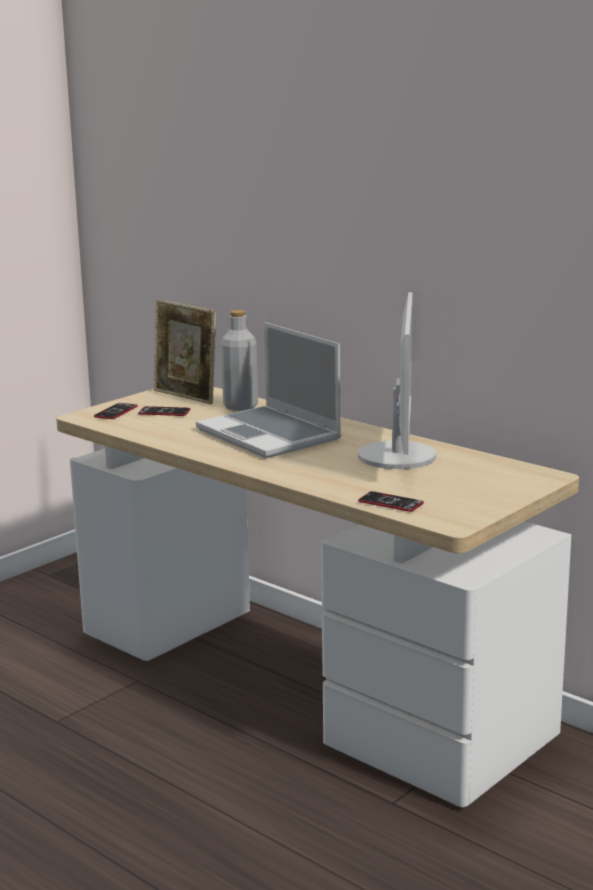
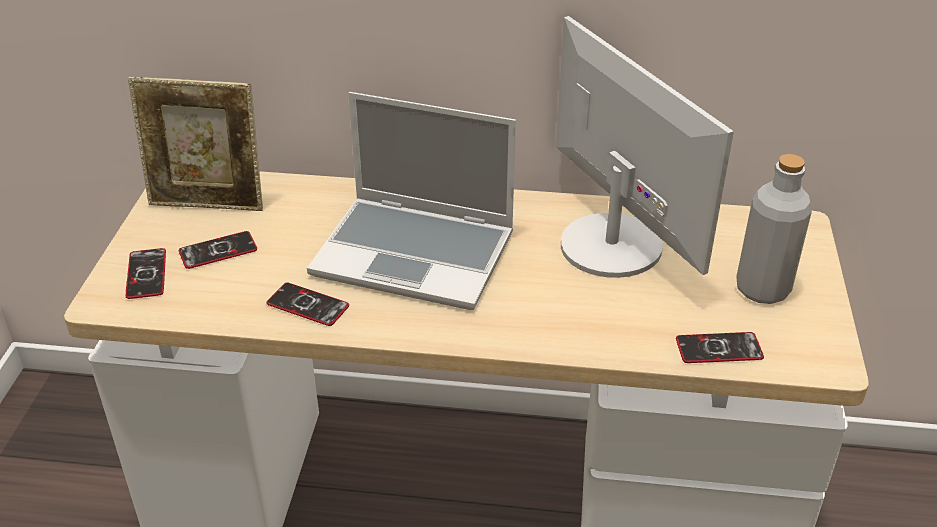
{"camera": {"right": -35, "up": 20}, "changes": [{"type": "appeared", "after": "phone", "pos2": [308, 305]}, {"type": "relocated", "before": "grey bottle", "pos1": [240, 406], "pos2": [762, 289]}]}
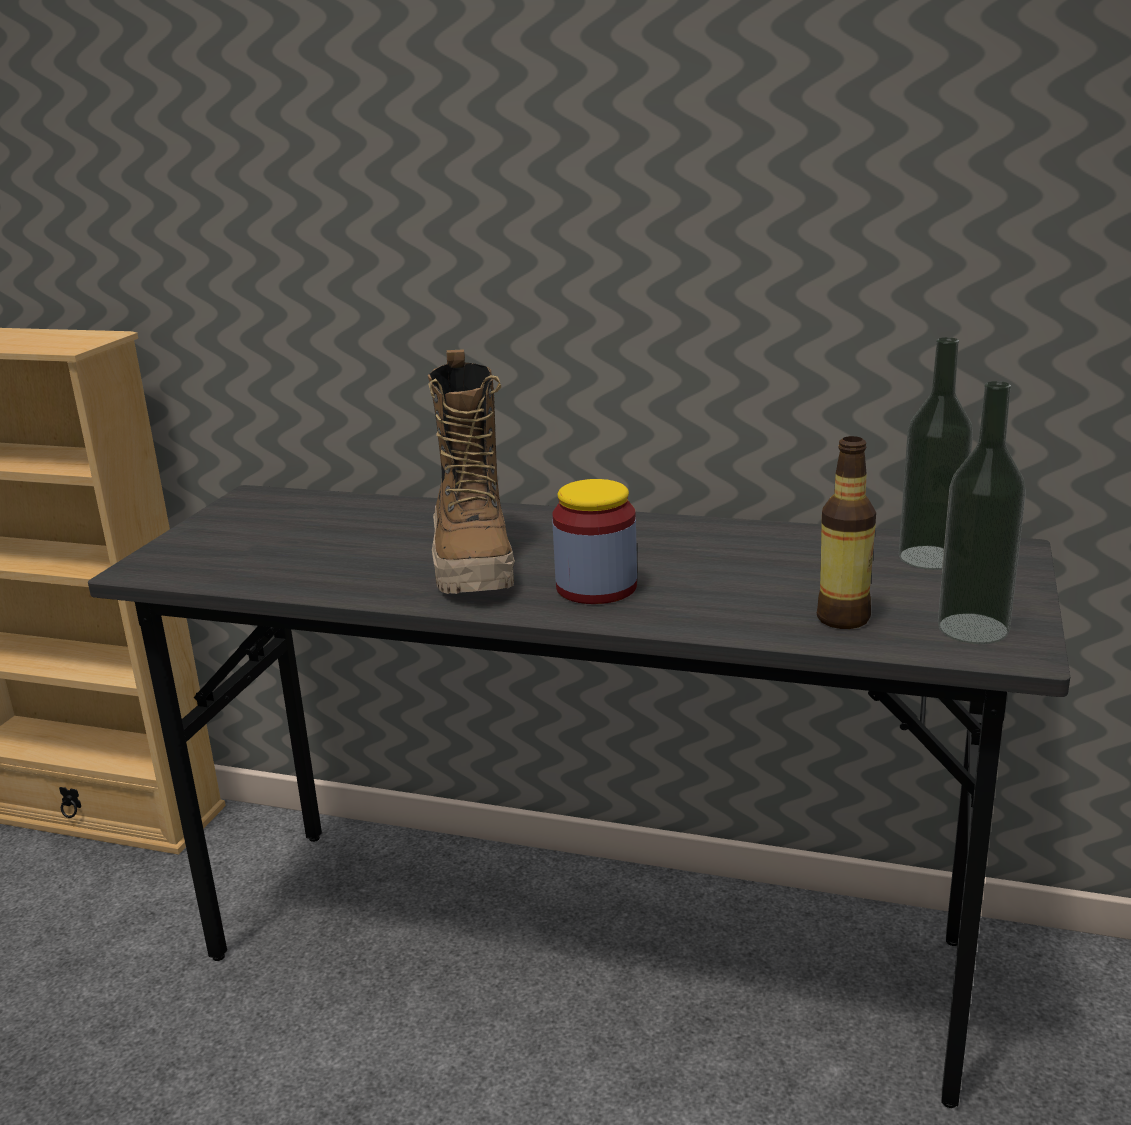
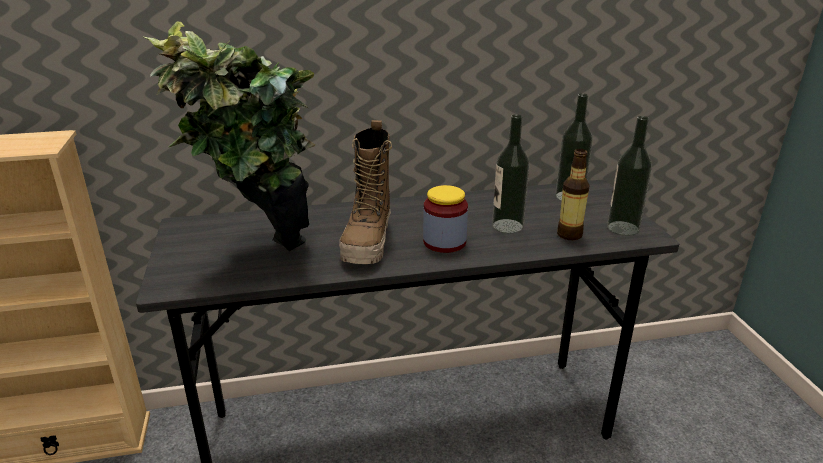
{"camera": {"right": -30, "up": 5}, "changes": [{"type": "appeared", "after": "potted plant", "pos2": [262, 259]}, {"type": "spun", "before": "boot", "pos1": [474, 566], "pos2": [368, 243], "turn": 45}, {"type": "appeared", "after": "bottle", "pos2": [507, 226]}]}
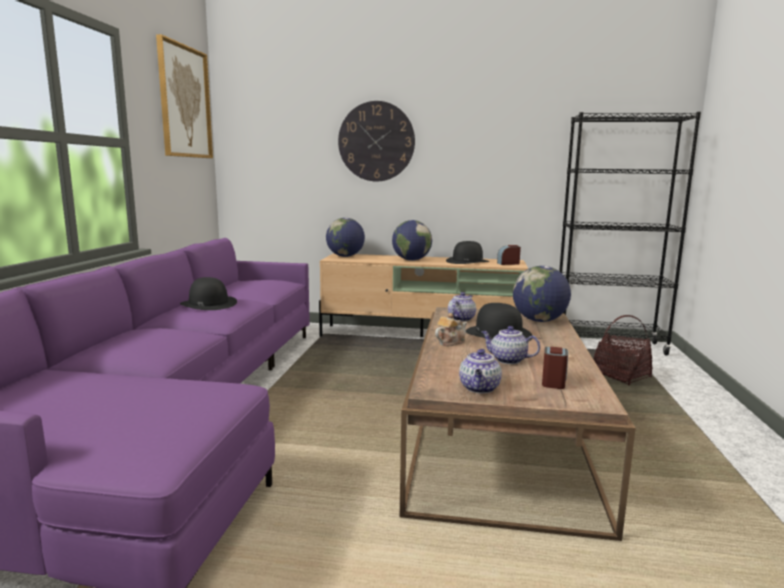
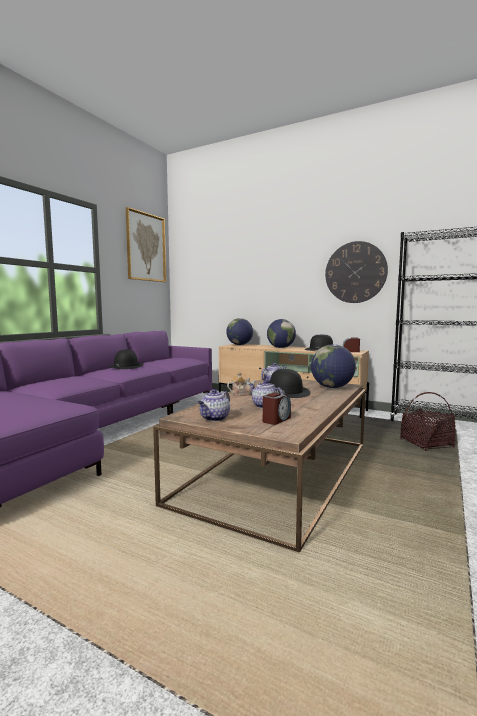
{"camera": {"right": 20, "up": -5}, "changes": [{"type": "relocated", "before": "wall clock", "pos1": [376, 141], "pos2": [355, 272]}]}
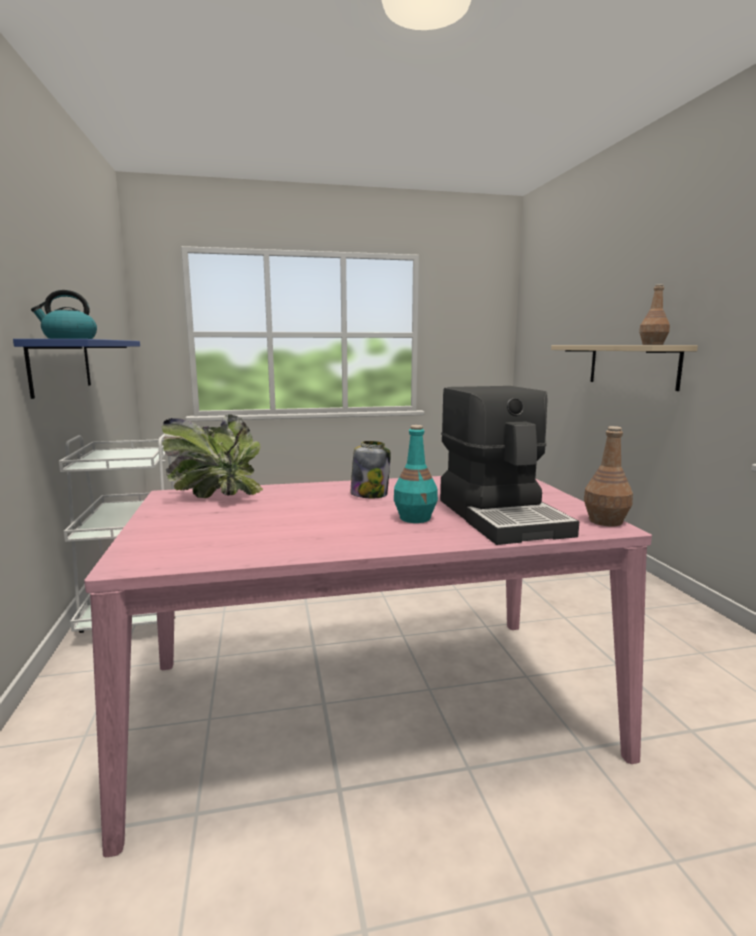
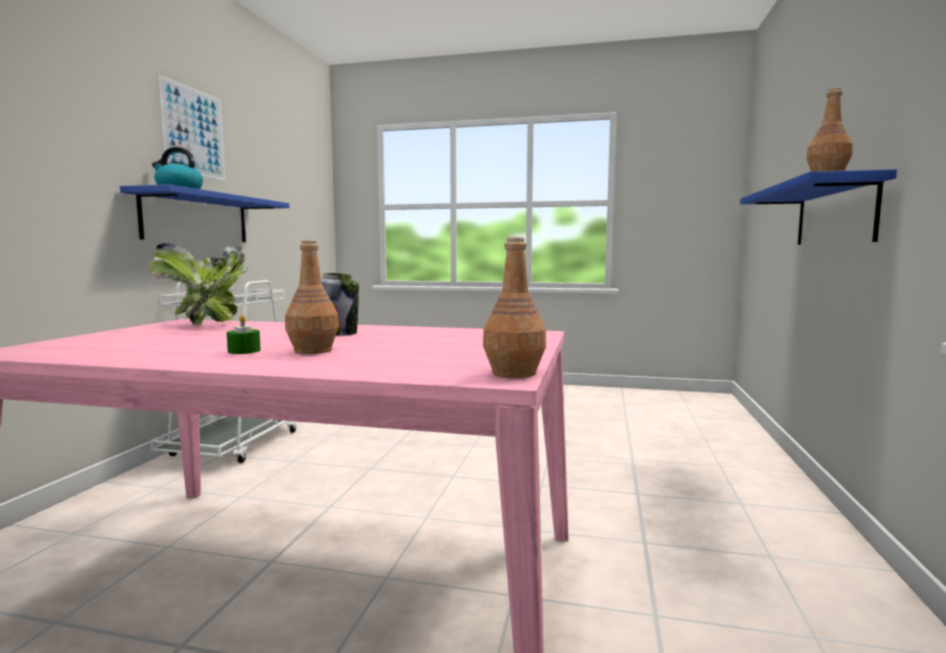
{"camera": {"right": 25, "up": -5}, "changes": [{"type": "appeared", "after": "picture", "pos2": [193, 132]}, {"type": "appeared", "after": "green candle", "pos2": [244, 351]}, {"type": "colour", "before": "turquoise bottle", "after": "brown bottle", "pos1": [415, 518], "pos2": [313, 350]}, {"type": "colour", "before": "beige shelf", "after": "blue shelf", "pos1": [632, 365], "pos2": [834, 214]}, {"type": "missing", "before": "coffee machine", "pos1": [502, 516]}]}
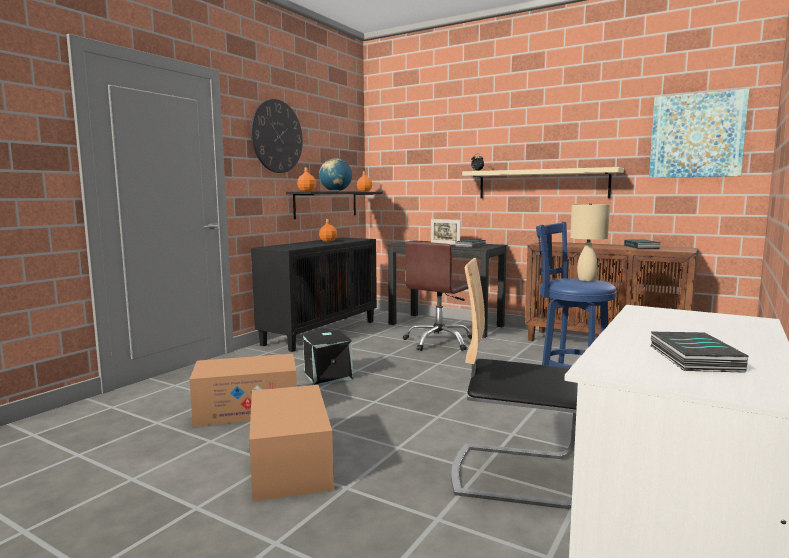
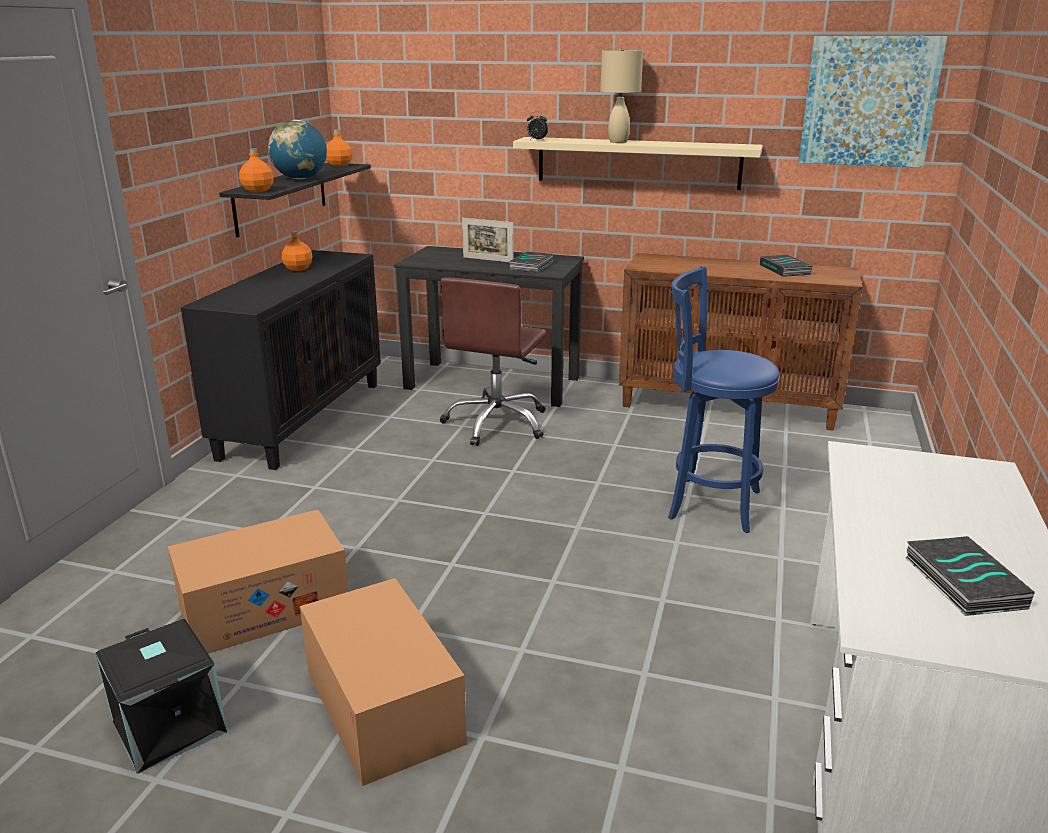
{"camera": {"right": -15, "up": 15}, "changes": [{"type": "relocated", "before": "black storage box", "pos1": [329, 375], "pos2": [171, 726]}, {"type": "relocated", "before": "beige table lamp", "pos1": [587, 279], "pos2": [619, 142]}, {"type": "missing", "before": "wall clock", "pos1": [277, 136]}, {"type": "missing", "before": "chair", "pos1": [516, 474]}]}
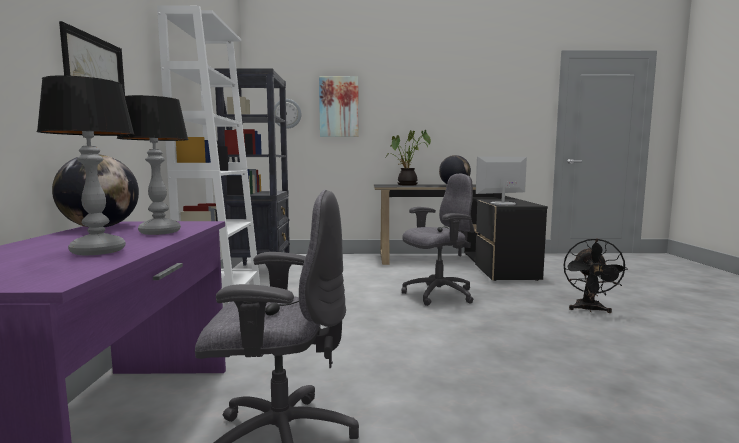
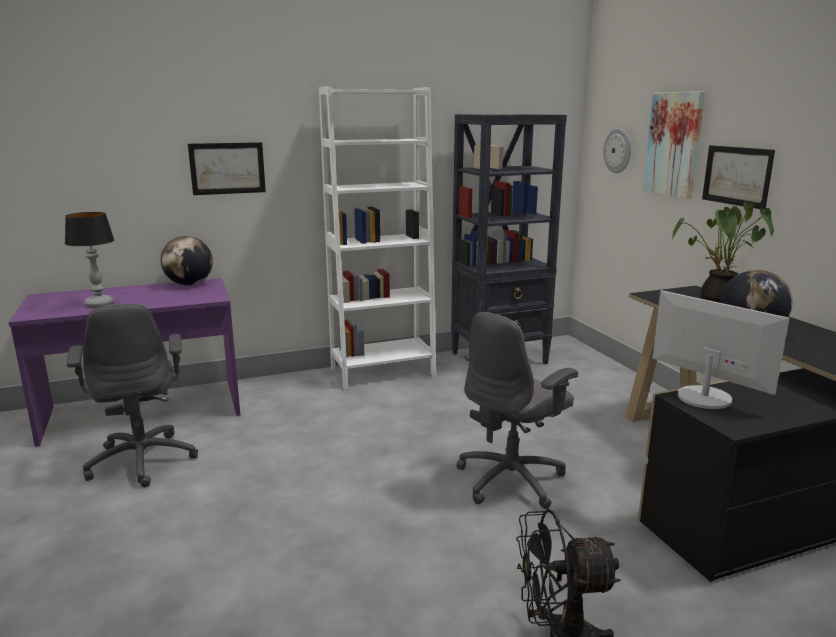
{"camera": {"right": 70, "up": 10}, "changes": [{"type": "spun", "before": "grey office chair", "pos1": [437, 295], "pos2": [512, 480], "turn": 90}, {"type": "appeared", "after": "picture", "pos2": [737, 176]}, {"type": "missing", "before": "table lamp", "pos1": [159, 232]}]}
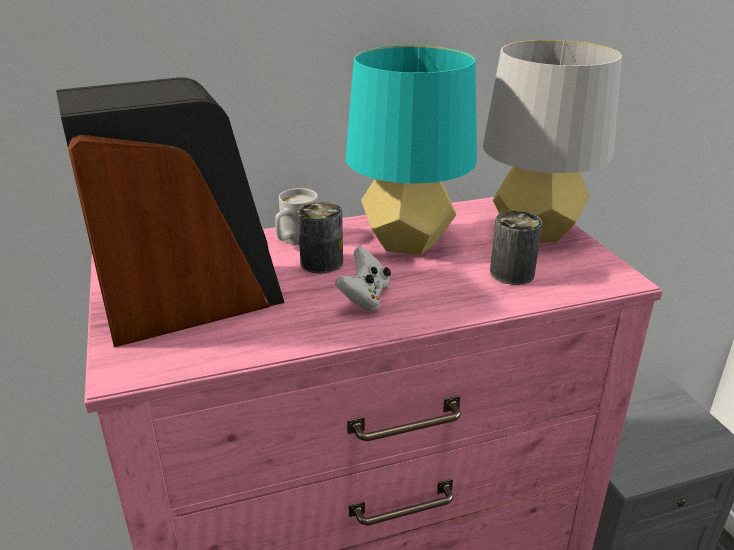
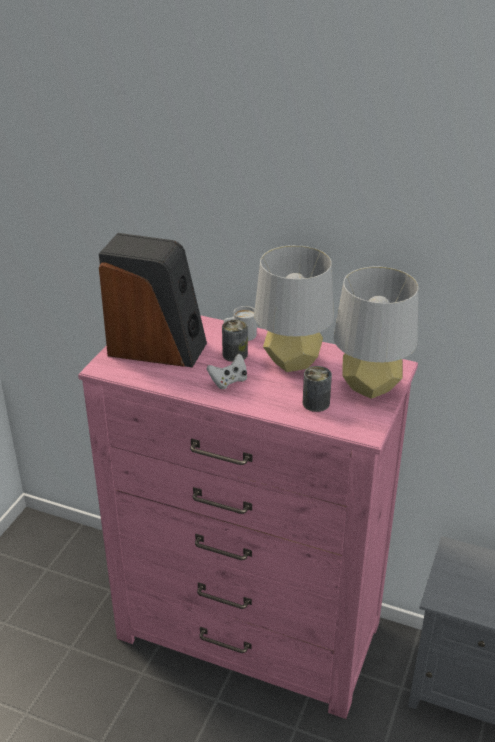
{"camera": {"right": 40, "up": 5}, "changes": [{"type": "colour", "before": "turquoise table lamp", "after": "grey table lamp", "pos1": [407, 242], "pos2": [291, 362]}]}
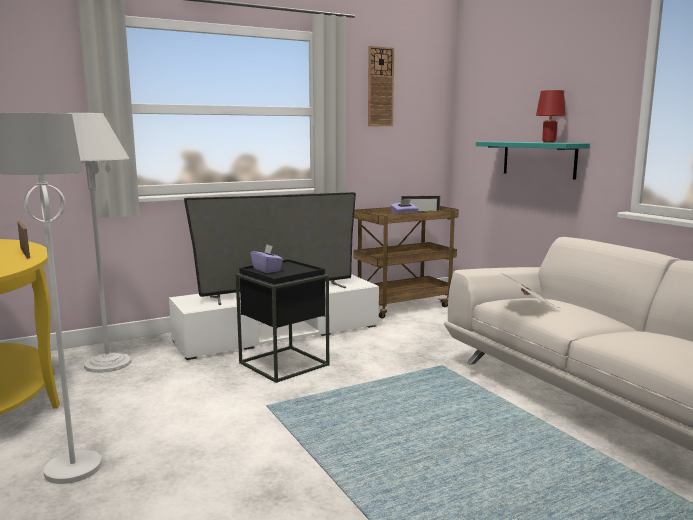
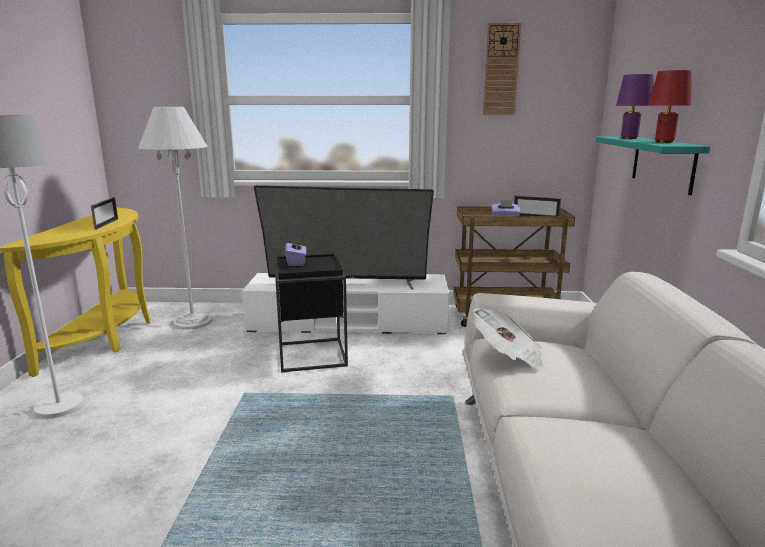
{"camera": {"right": 30, "up": 5}, "changes": [{"type": "appeared", "after": "purple table lamp", "pos2": [629, 138]}]}
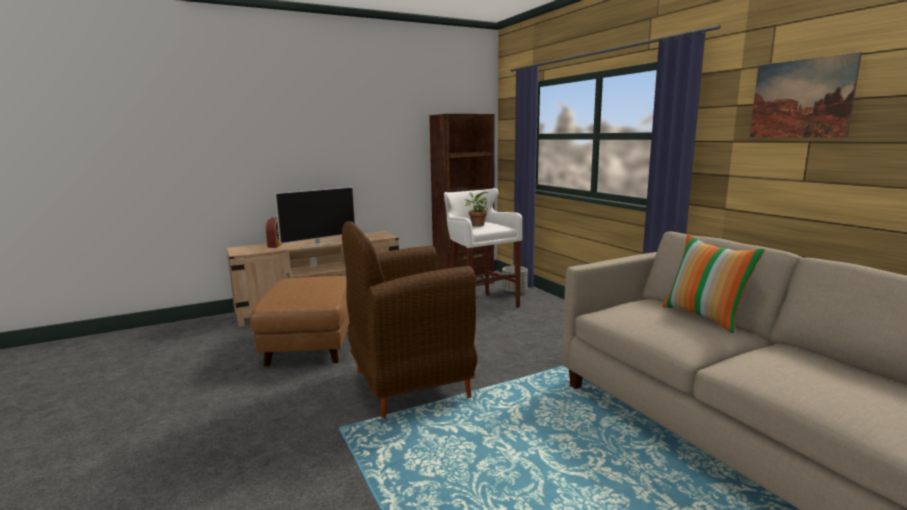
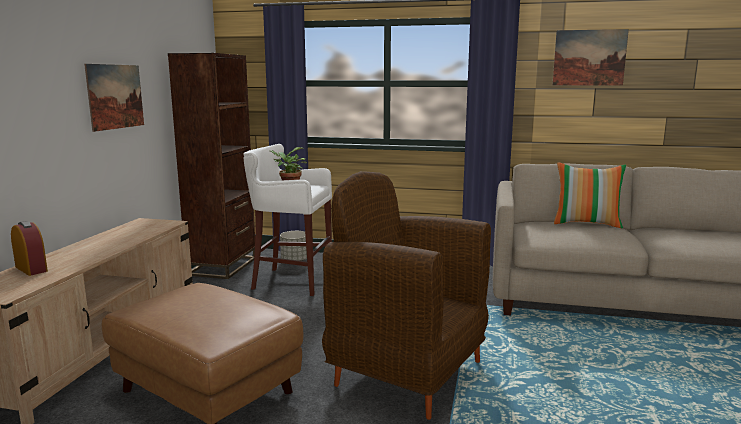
{"camera": {"right": -50, "up": 0}, "changes": [{"type": "appeared", "after": "picture", "pos2": [115, 96]}, {"type": "spun", "before": "brown armchair", "pos1": [408, 384], "pos2": [406, 373], "turn": 105}, {"type": "missing", "before": "television", "pos1": [318, 244]}]}
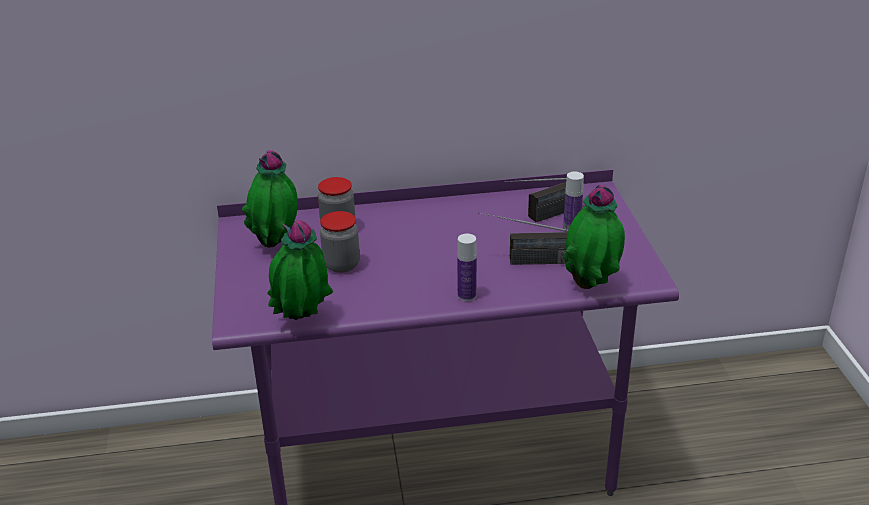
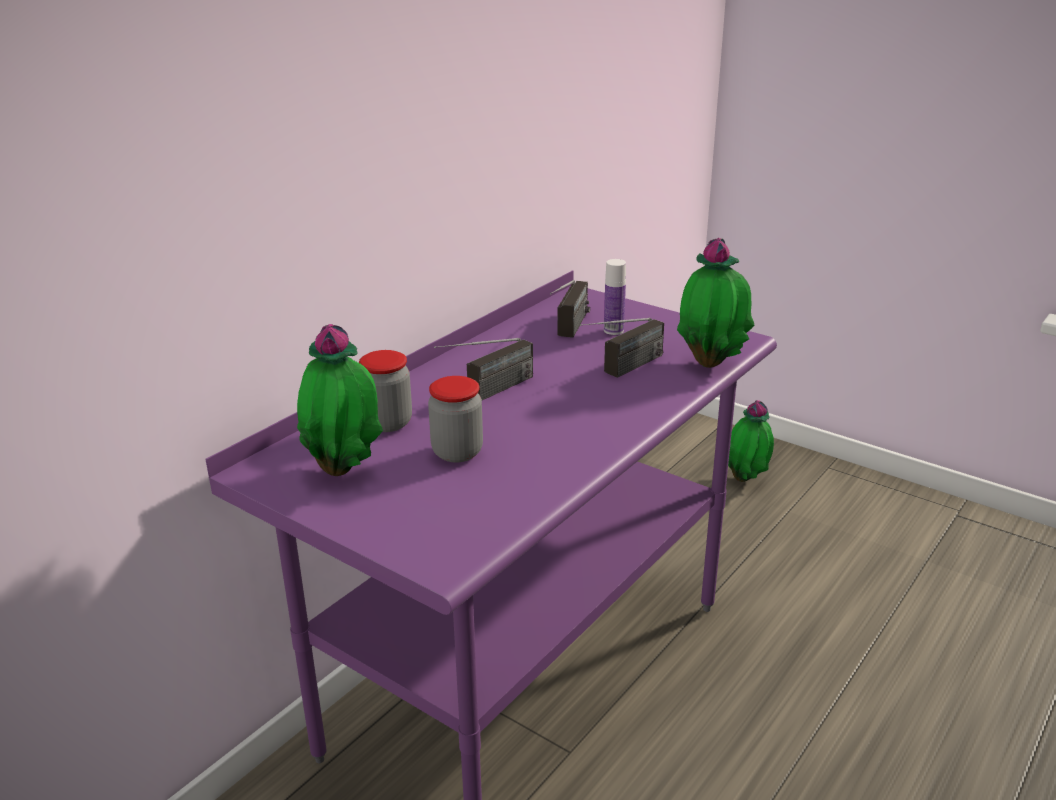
{"camera": {"right": -45, "up": -5}, "changes": [{"type": "appeared", "after": "radio", "pos2": [488, 393]}, {"type": "relocated", "before": "potted plant", "pos1": [302, 320], "pos2": [746, 480]}, {"type": "missing", "before": "bottle", "pos1": [467, 295]}]}
